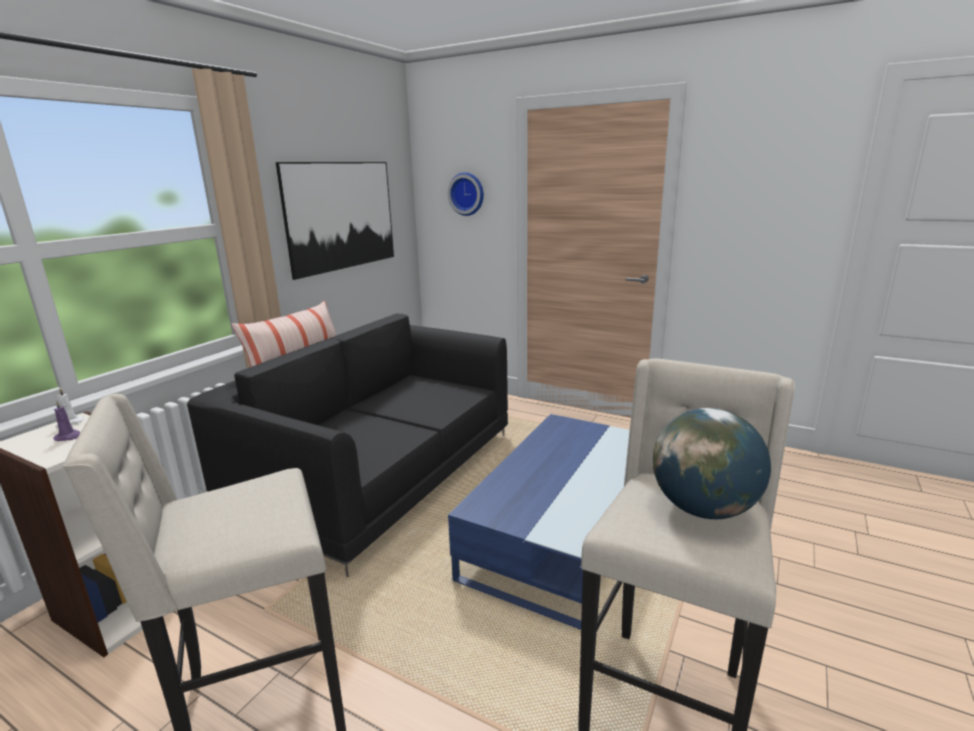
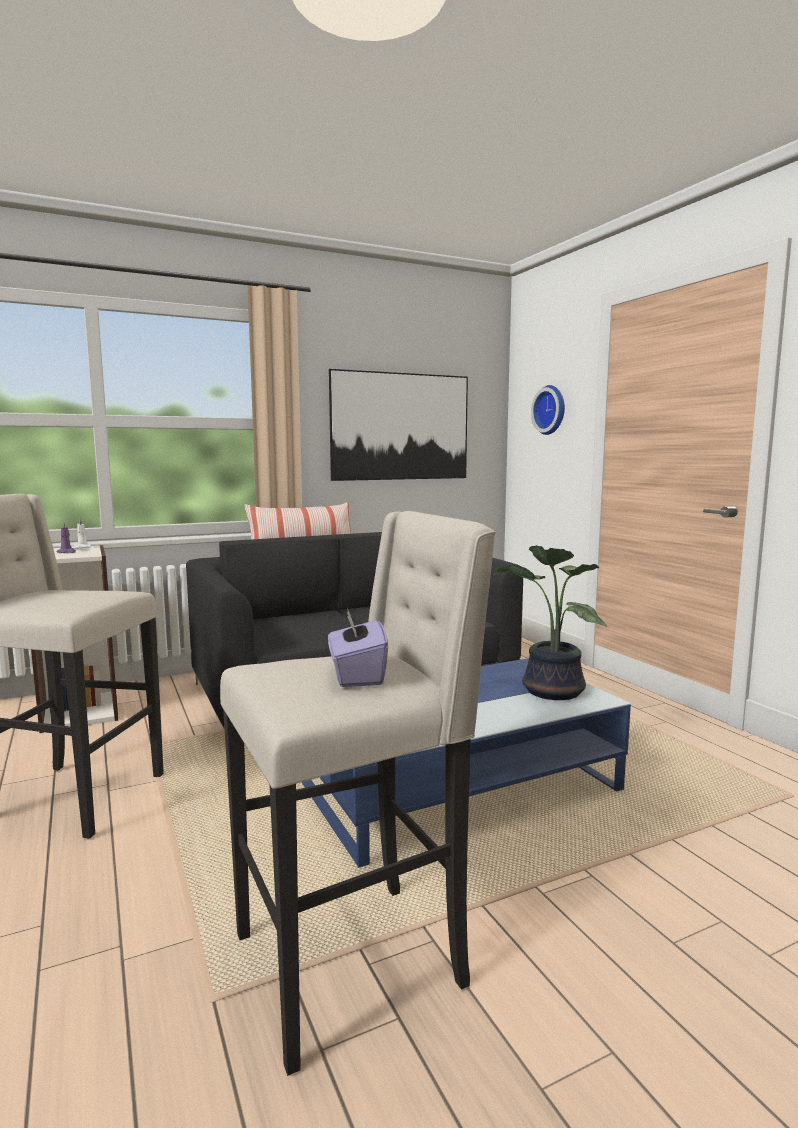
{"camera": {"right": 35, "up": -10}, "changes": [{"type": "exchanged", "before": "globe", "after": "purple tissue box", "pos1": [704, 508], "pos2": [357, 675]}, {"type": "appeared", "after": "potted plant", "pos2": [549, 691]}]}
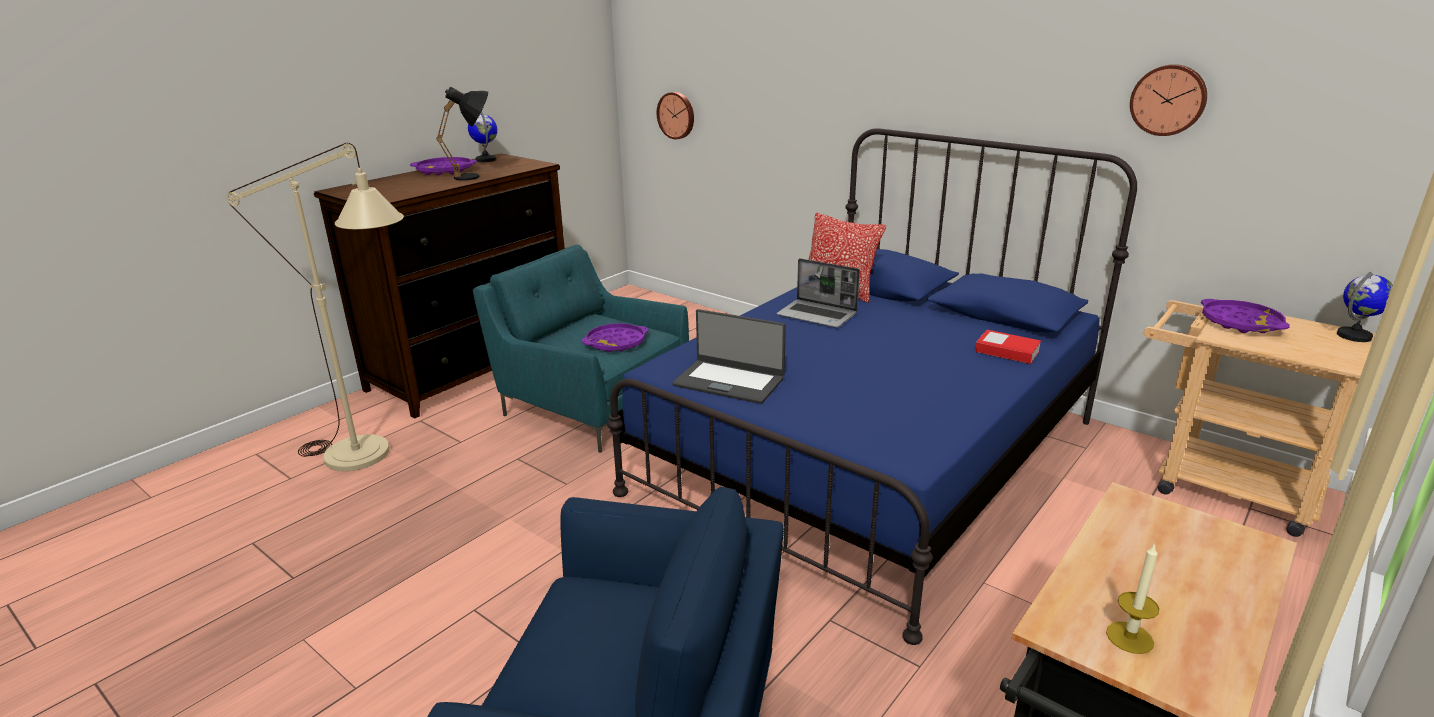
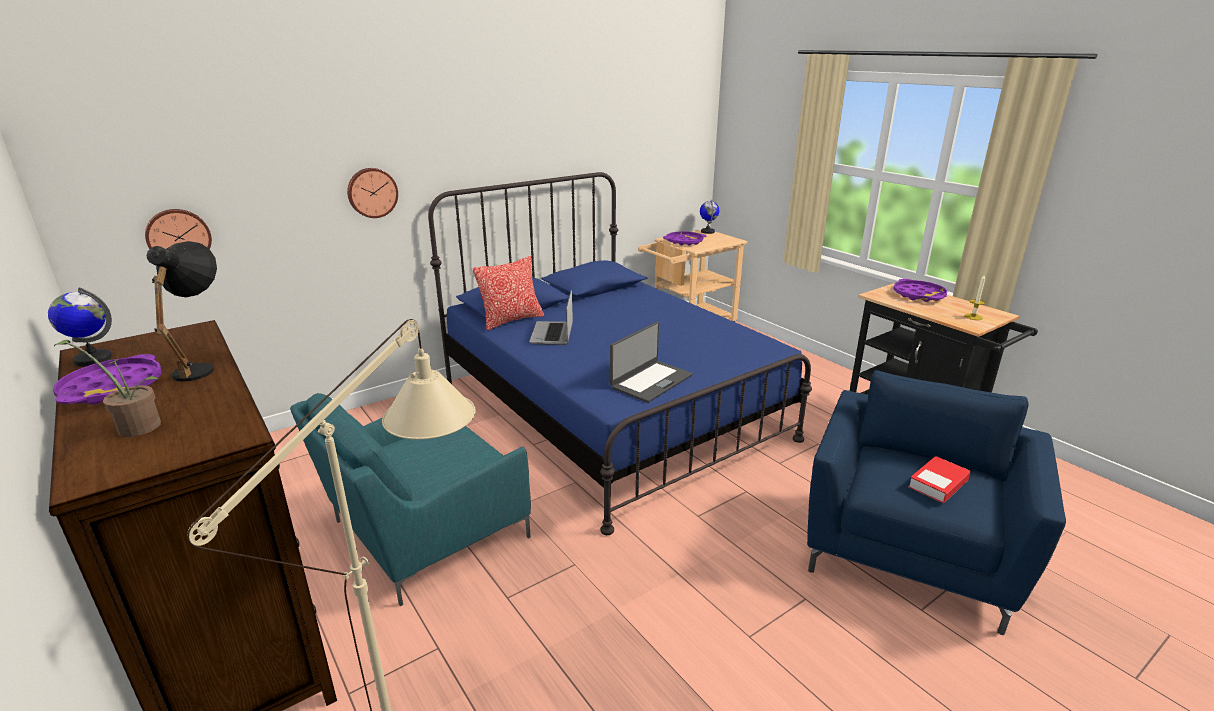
{"camera": {"right": -75, "up": 0}, "changes": [{"type": "appeared", "after": "potted plant", "pos2": [135, 426]}, {"type": "relocated", "before": "wall clock", "pos1": [1168, 100], "pos2": [372, 192]}, {"type": "spun", "before": "laptop", "pos1": [818, 315], "pos2": [553, 334], "turn": 135}, {"type": "relocated", "before": "purple tray", "pos1": [616, 343], "pos2": [918, 295]}, {"type": "relocated", "before": "book", "pos1": [1007, 352], "pos2": [938, 484]}]}
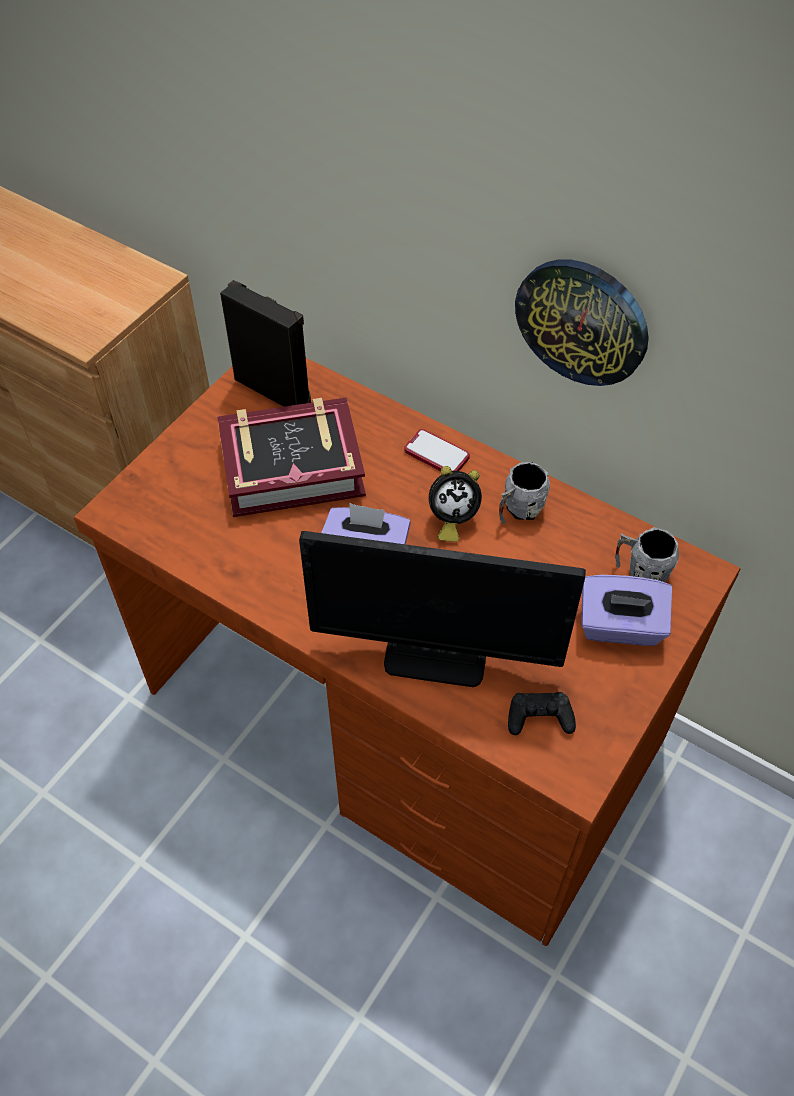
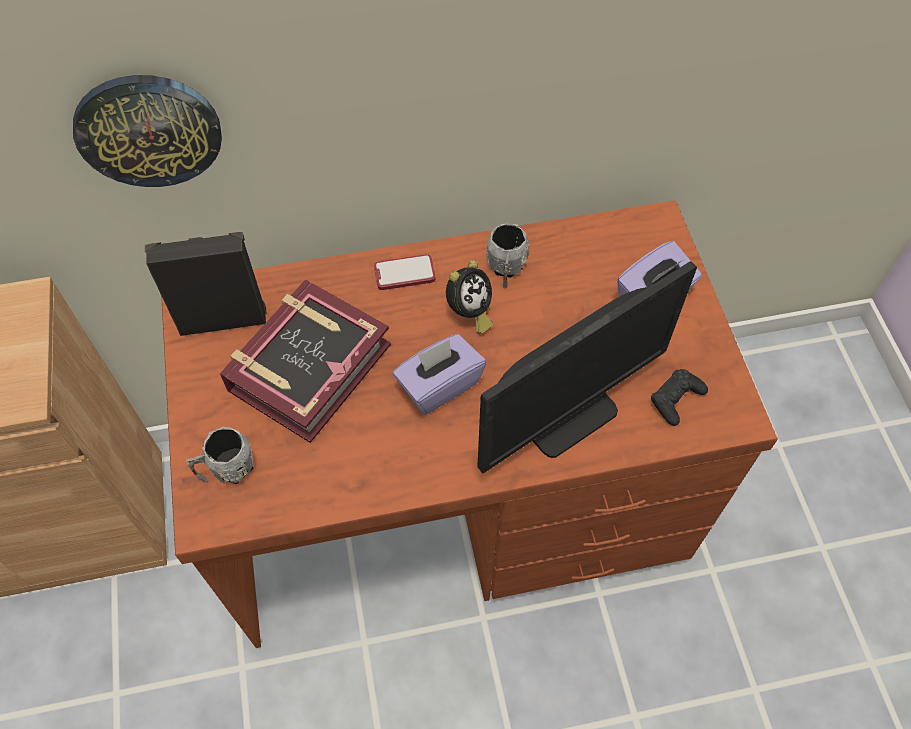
{"camera": {"right": -45, "up": 5}, "changes": [{"type": "relocated", "before": "wall clock", "pos1": [582, 321], "pos2": [148, 130]}, {"type": "relocated", "before": "grey mug", "pos1": [641, 571], "pos2": [227, 470]}]}
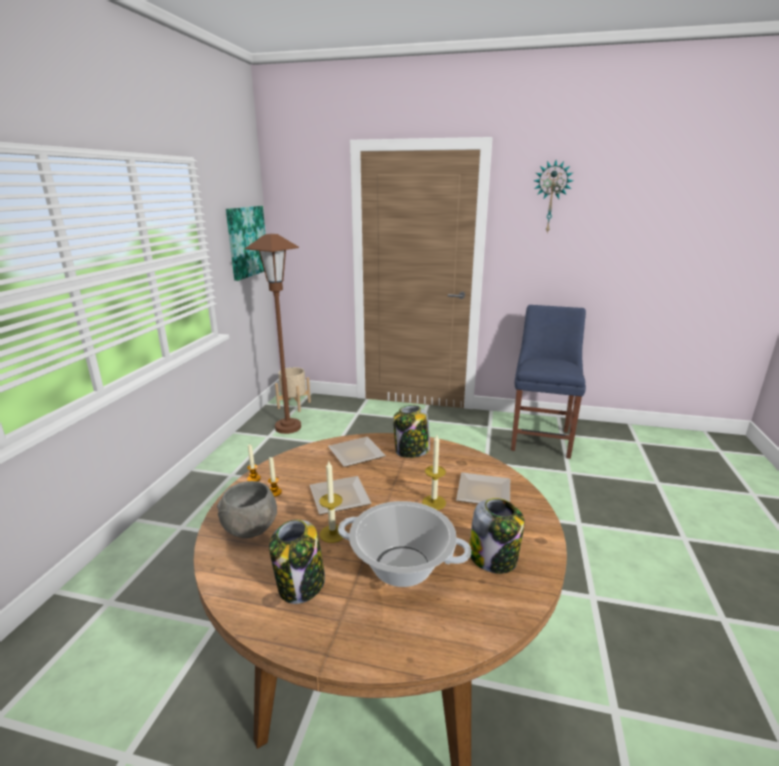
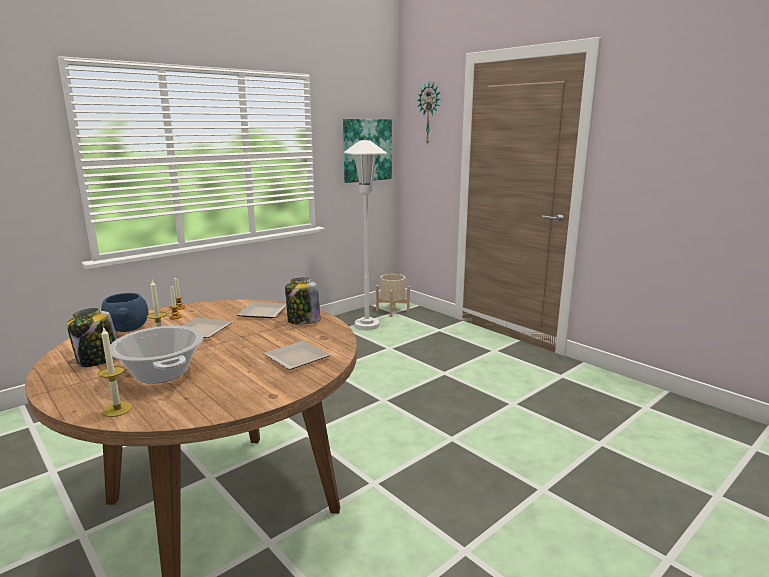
{"camera": {"right": 35, "up": -5}, "changes": [{"type": "relocated", "before": "candle", "pos1": [434, 502], "pos2": [117, 409]}, {"type": "colour", "before": "grey bowl", "after": "blue bowl", "pos1": [251, 531], "pos2": [127, 330]}, {"type": "colour", "before": "brown floor lamp", "after": "white floor lamp", "pos1": [288, 427], "pos2": [367, 325]}, {"type": "relocated", "before": "wall clock", "pos1": [551, 197], "pos2": [430, 113]}, {"type": "missing", "before": "jar", "pos1": [493, 558]}, {"type": "missing", "before": "blue chair", "pos1": [541, 438]}]}
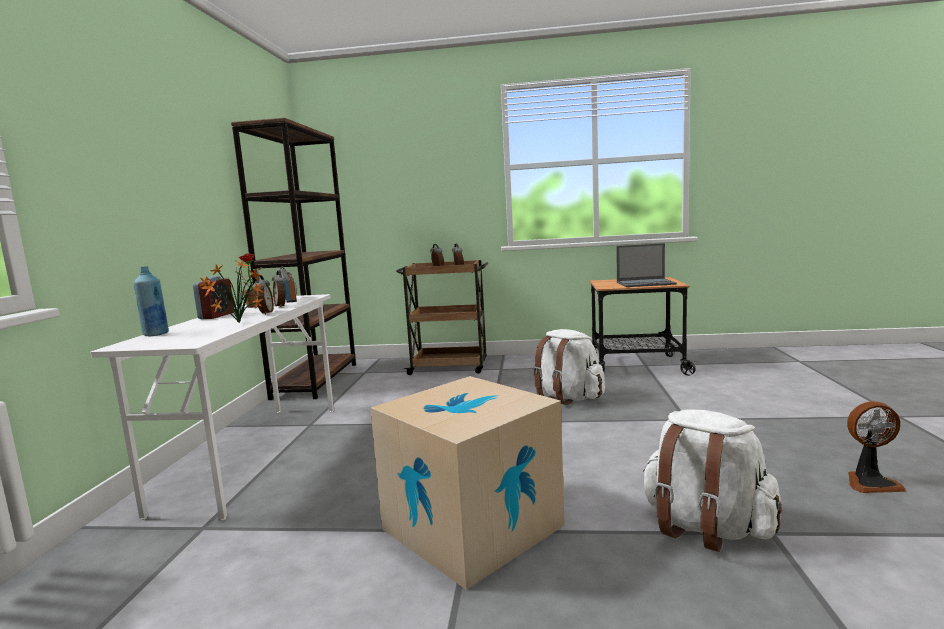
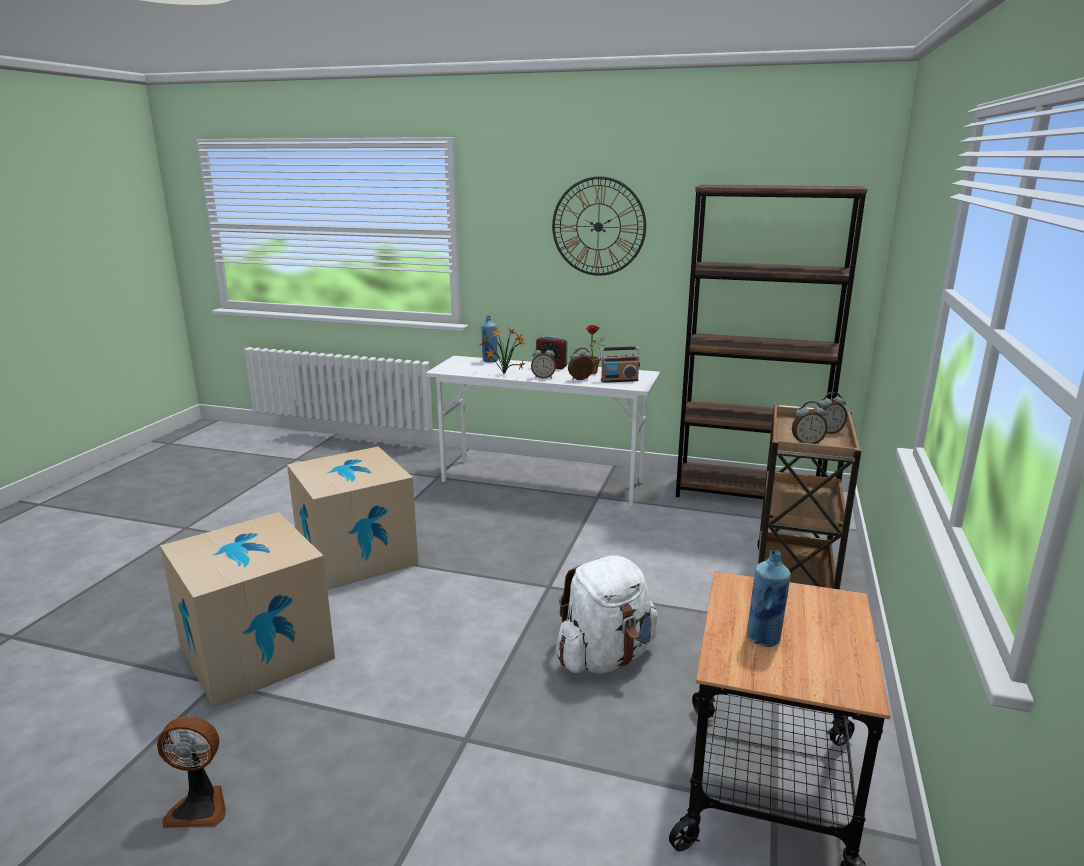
{"camera": {"right": 100, "up": 10}, "changes": [{"type": "spun", "before": "fan", "pos1": [870, 482], "pos2": [200, 806], "turn": -105}, {"type": "exchanged", "before": "white backpack", "after": "cardboard box", "pos1": [705, 528], "pos2": [256, 652]}, {"type": "appeared", "after": "wall clock", "pos2": [598, 227]}, {"type": "exchanged", "before": "laptop", "after": "blue bottle", "pos1": [646, 283], "pos2": [764, 638]}]}
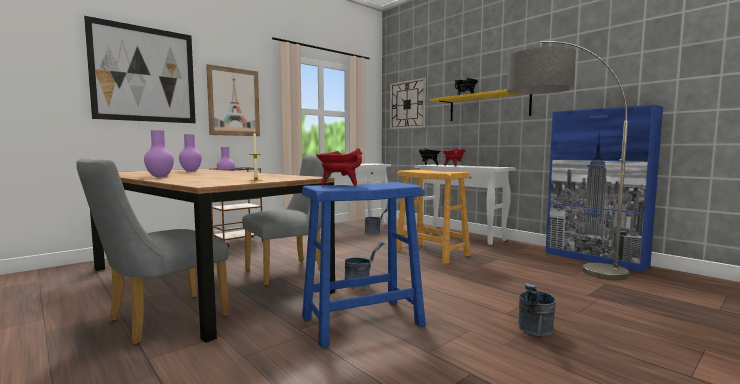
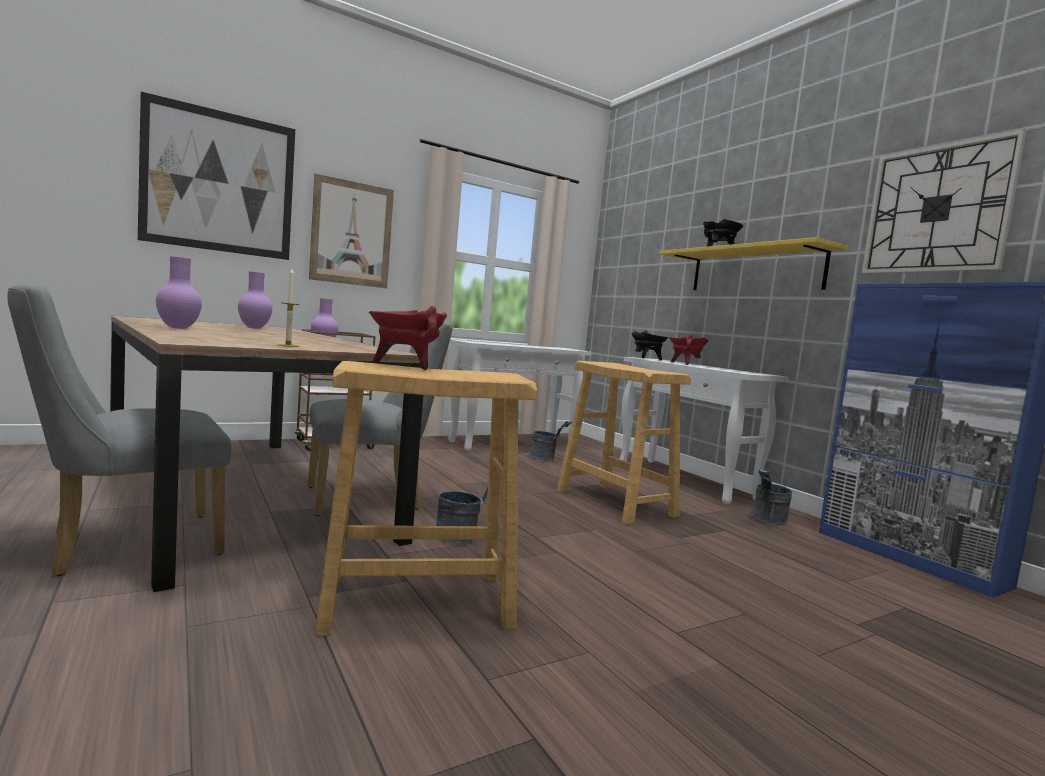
{"camera": {"right": 10, "up": 0}, "changes": [{"type": "colour", "before": "blue stool", "after": "beige stool", "pos1": [361, 321], "pos2": [415, 601]}, {"type": "relocated", "before": "grey bucket", "pos1": [534, 331], "pos2": [767, 520]}, {"type": "relocated", "before": "wall clock", "pos1": [407, 104], "pos2": [937, 209]}, {"type": "missing", "before": "floor lamp", "pos1": [555, 272]}]}
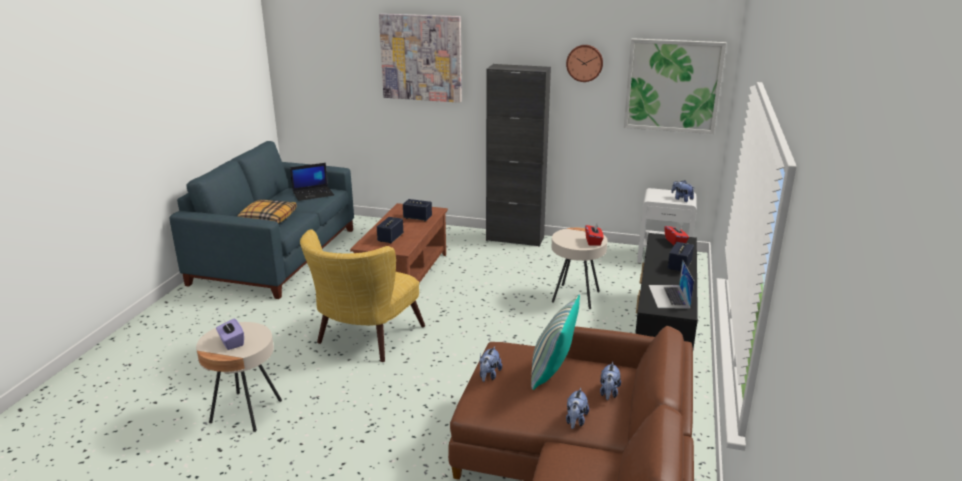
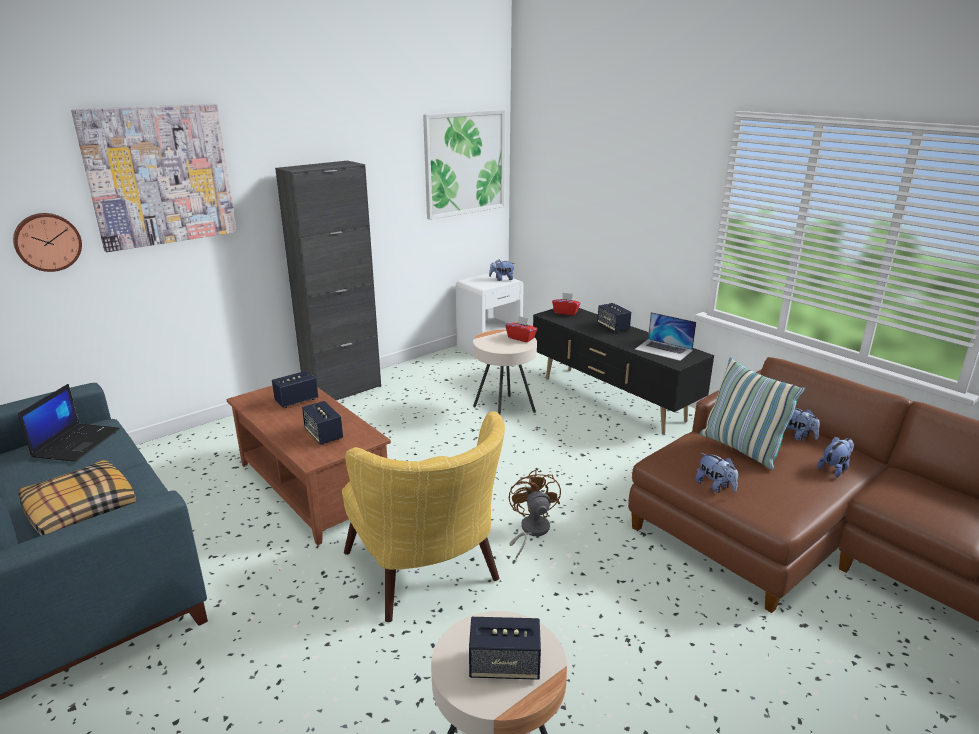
{"camera": {"right": -55, "up": 0}, "changes": [{"type": "relocated", "before": "wall clock", "pos1": [584, 63], "pos2": [47, 241]}, {"type": "exchanged", "before": "purple tissue box", "after": "speaker", "pos1": [231, 342], "pos2": [504, 666]}, {"type": "appeared", "after": "brown fan", "pos2": [531, 531]}, {"type": "spun", "before": "plush toy", "pos1": [575, 420], "pos2": [834, 469], "turn": -90}]}
